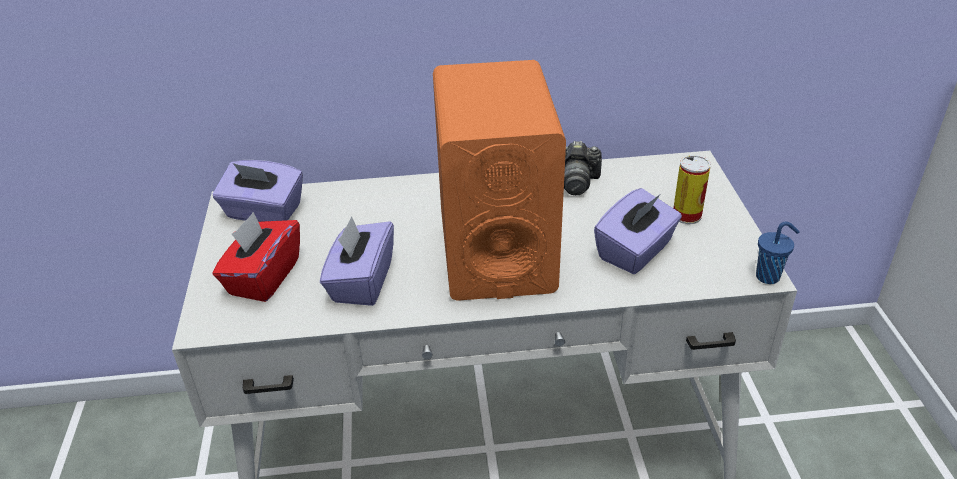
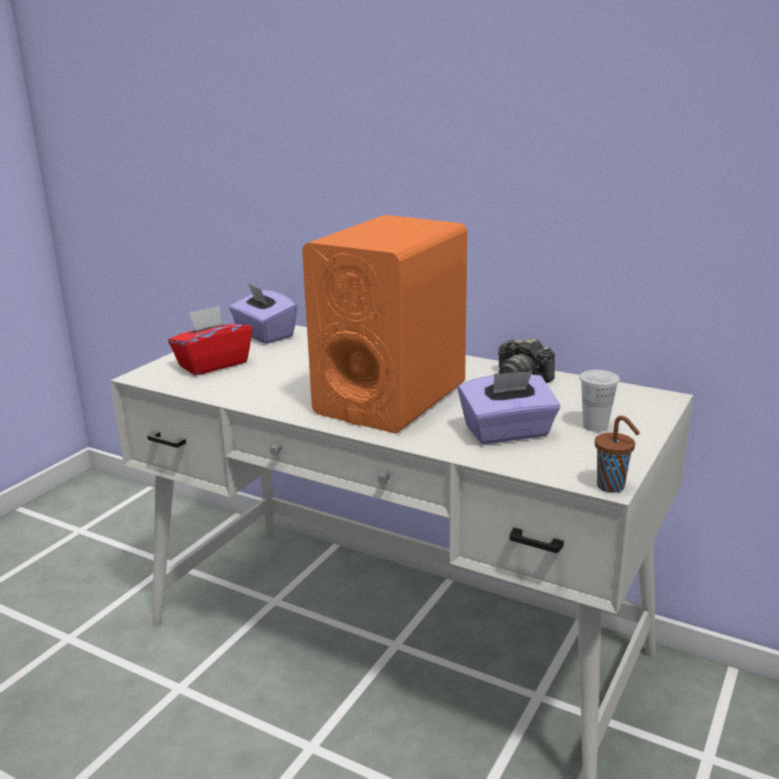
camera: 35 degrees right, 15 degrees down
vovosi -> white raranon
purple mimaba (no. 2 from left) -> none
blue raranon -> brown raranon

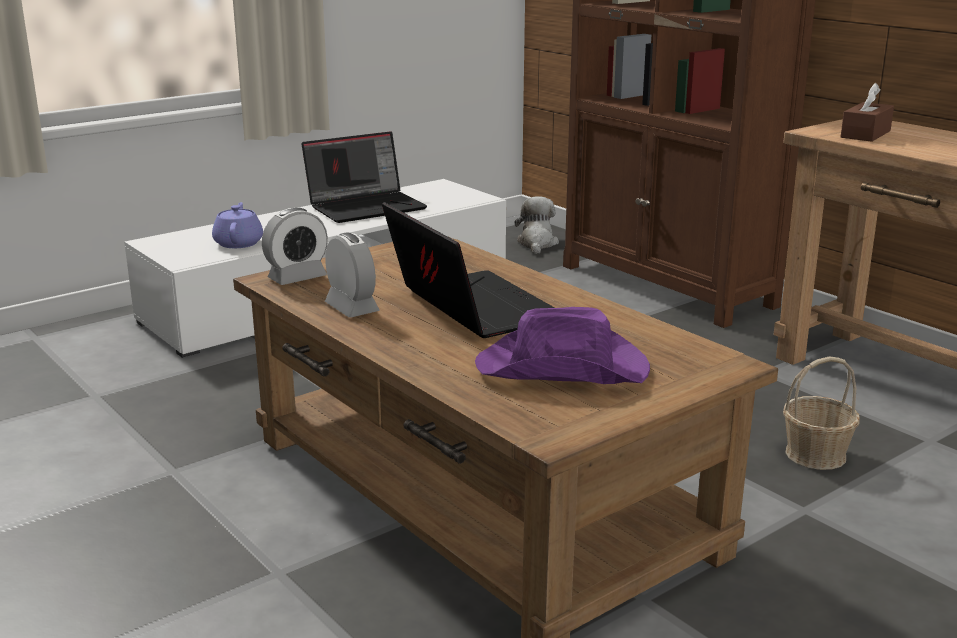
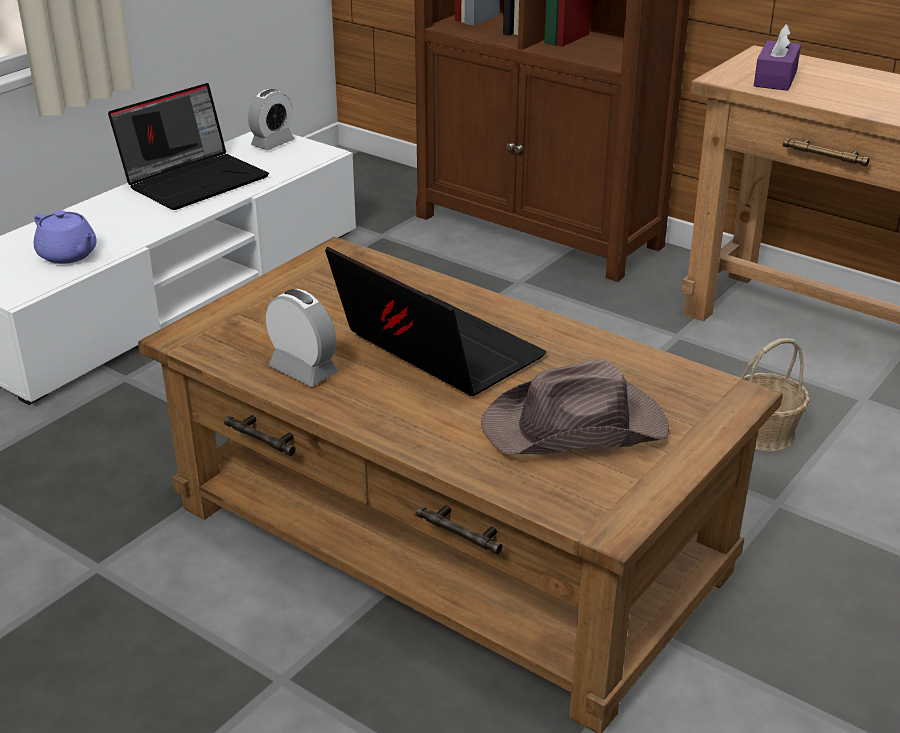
camera: 15 degrees left, 10 degrees up
brown mimaba -> purple mimaba
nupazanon -> none
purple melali, 150 degrees clockwise
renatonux (no. 1 from left), relocated
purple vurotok -> brown vurotok

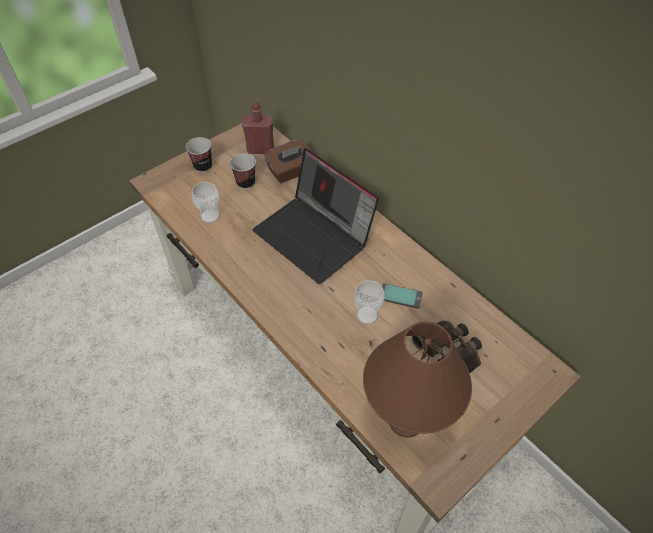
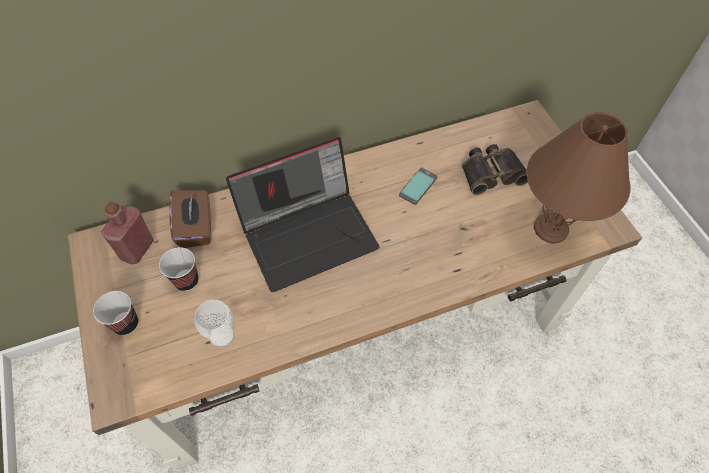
camera: 70 degrees left, 5 degrees up
raranon (no. 4 from left) -> none

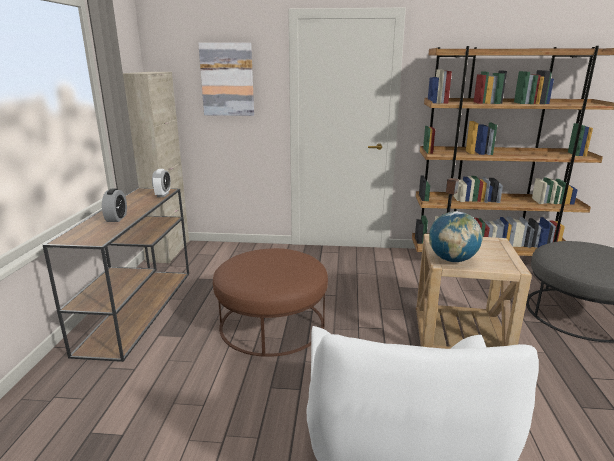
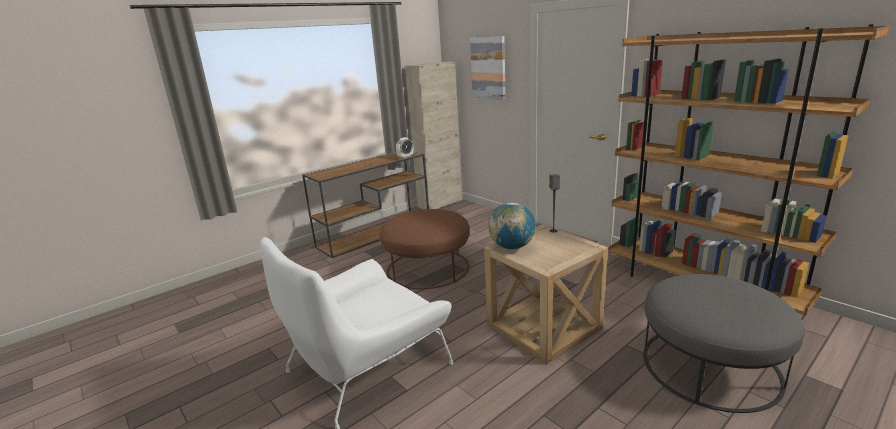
camera: 45 degrees right, 0 degrees up
renatonux (no. 1 from left) -> none

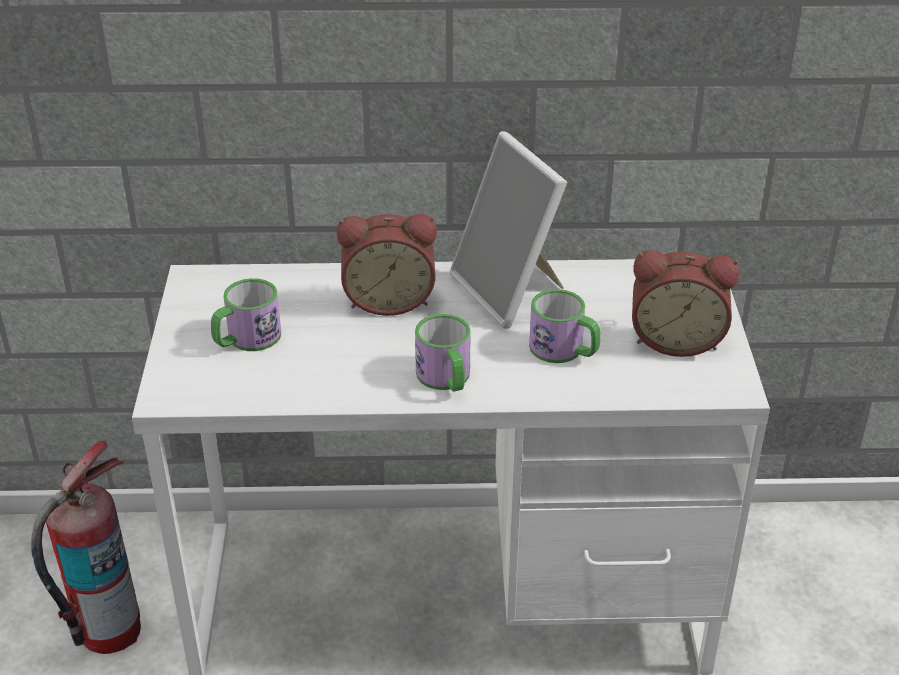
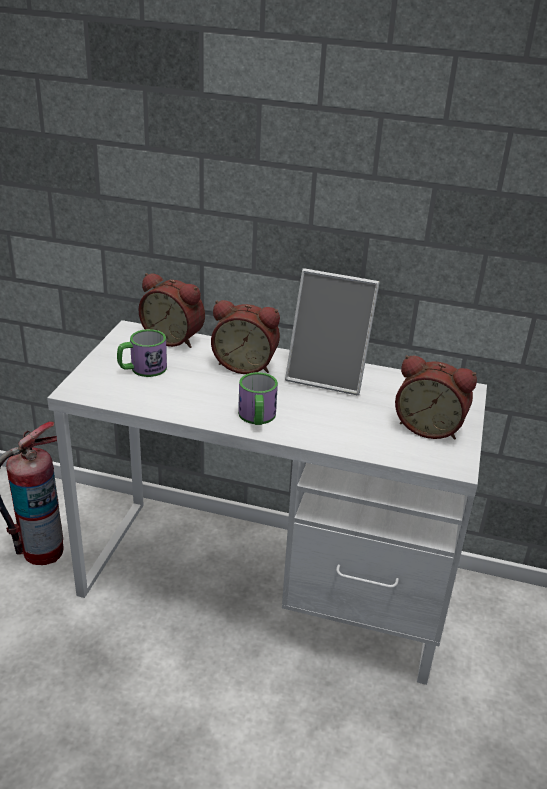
camera: 15 degrees right, 5 degrees down
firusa, 60 degrees counterclockwise
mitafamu (no. 3 from left) -> none
none -> renatonux (no. 1 from left)

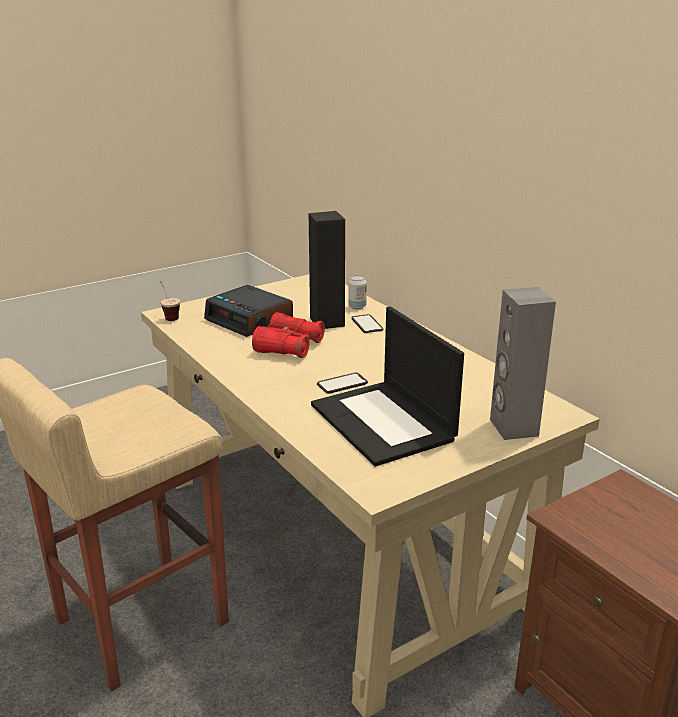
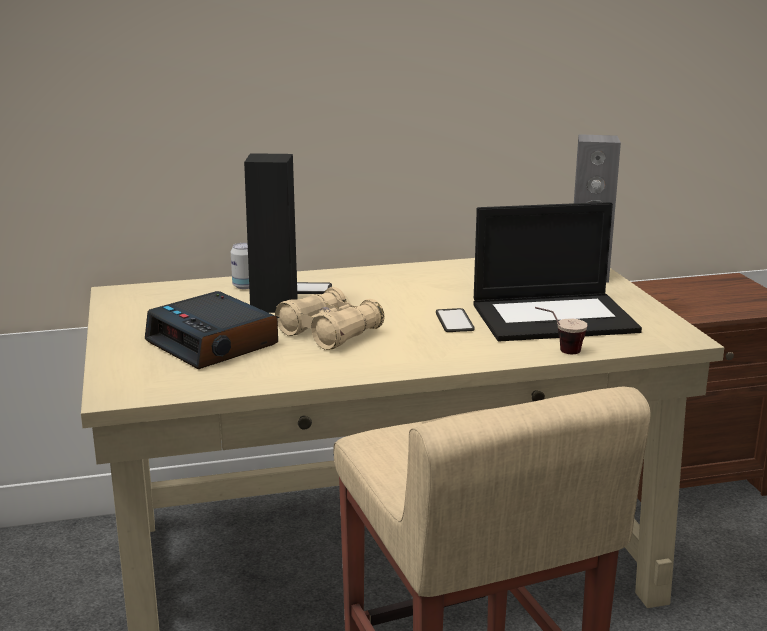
camera: 70 degrees left, 5 degrees down
raranon, relocated
renatonux, 75 degrees clockwise
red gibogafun -> beige gibogafun

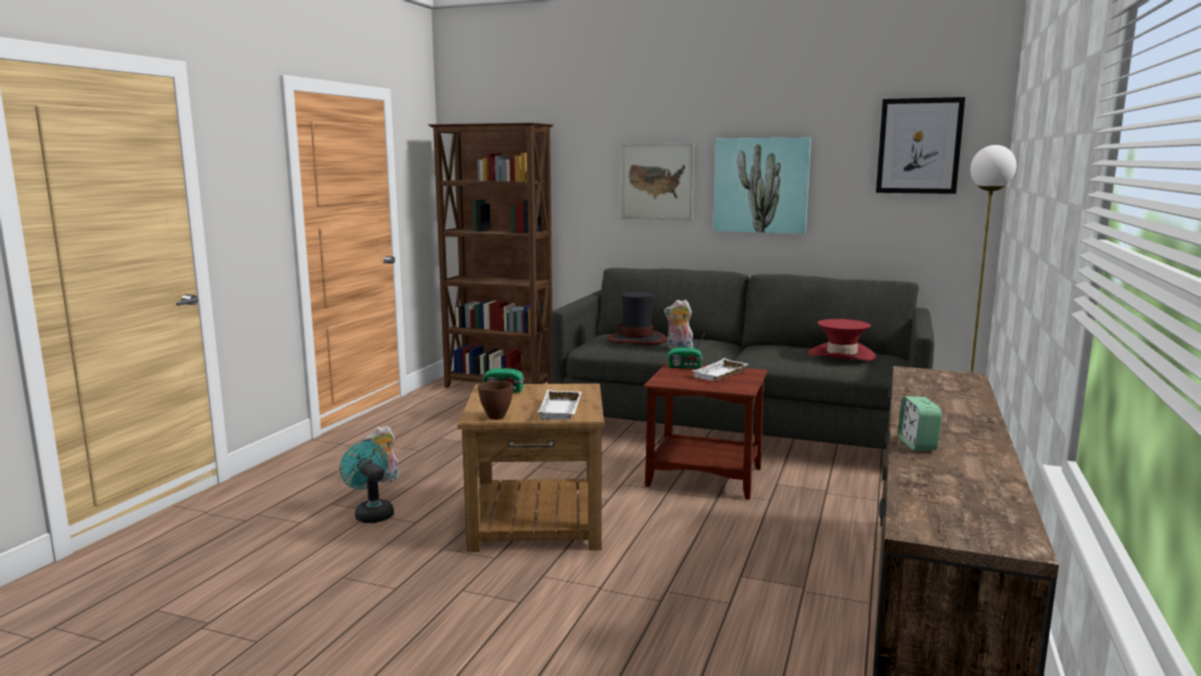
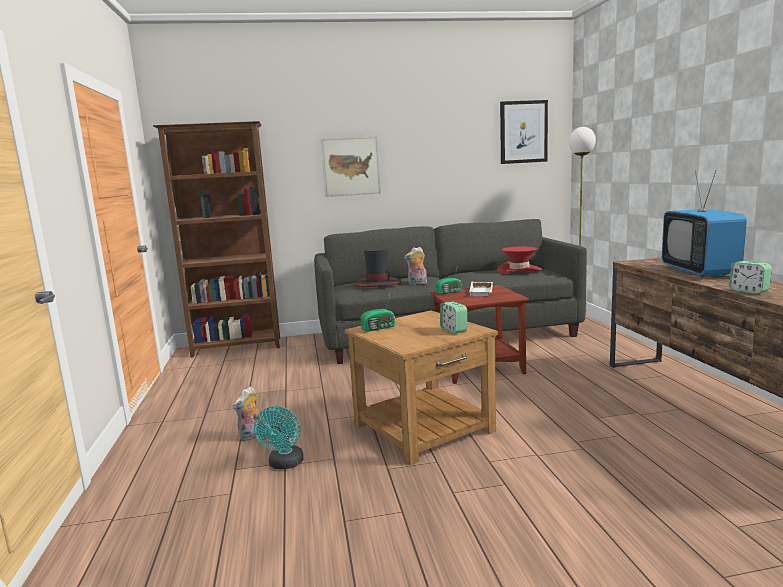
camera: 30 degrees left, 0 degrees up
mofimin (no. 2 from left) -> none
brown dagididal -> none
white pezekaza (no. 1 from left) -> renatonux (no. 1 from left)
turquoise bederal, 105 degrees counterclockwise
none -> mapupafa

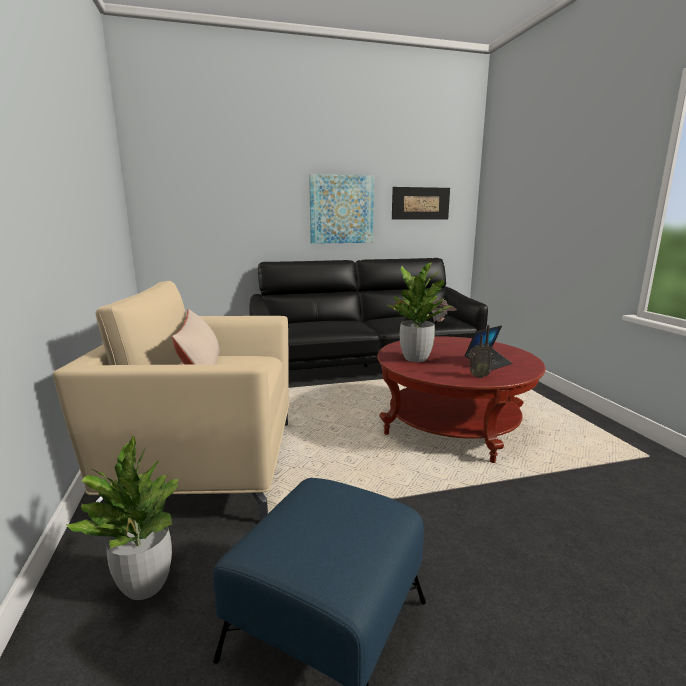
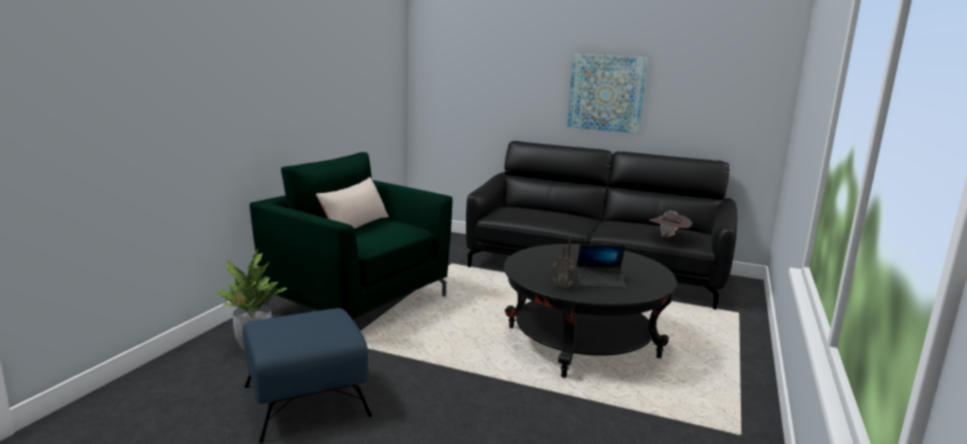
camera: 35 degrees right, 0 degrees up
mofimin (no. 2 from left) -> none
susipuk (no. 2 from left) -> none
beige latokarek -> green latokarek
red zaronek -> black zaronek

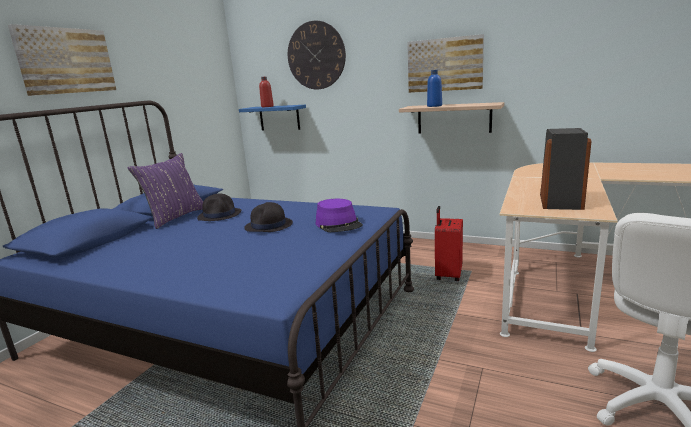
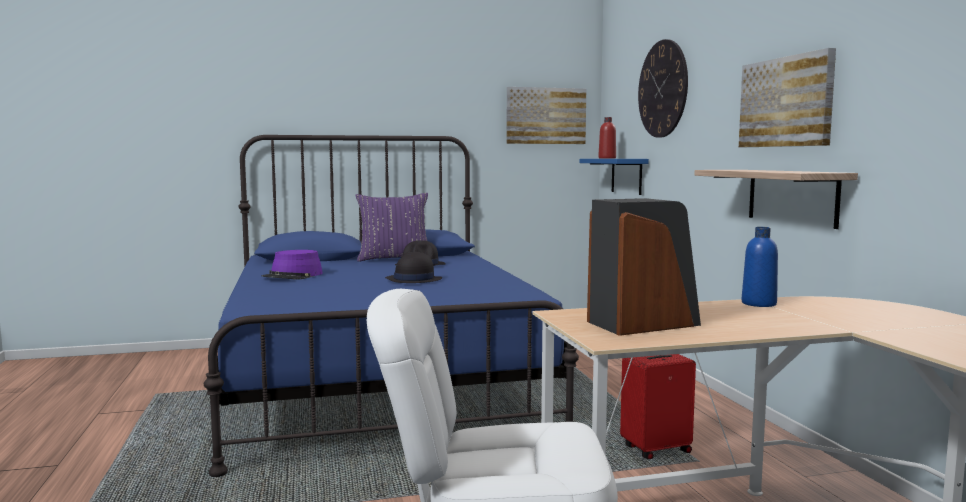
camera: 50 degrees right, 10 degrees down
mofimin (no. 1 from left), relocated
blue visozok, relocated
purple vurotok, relocated

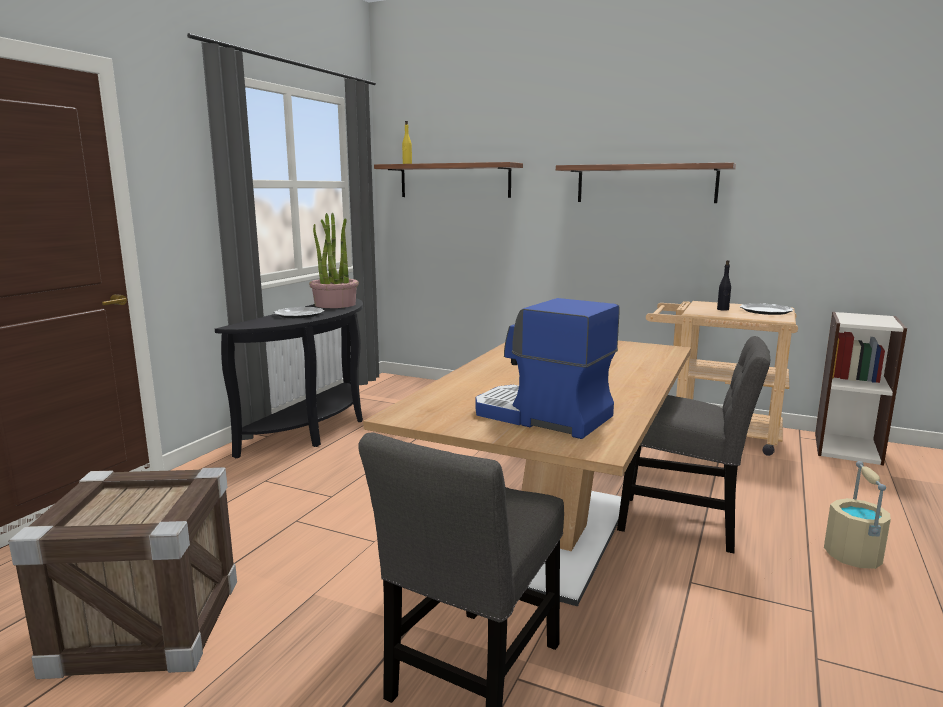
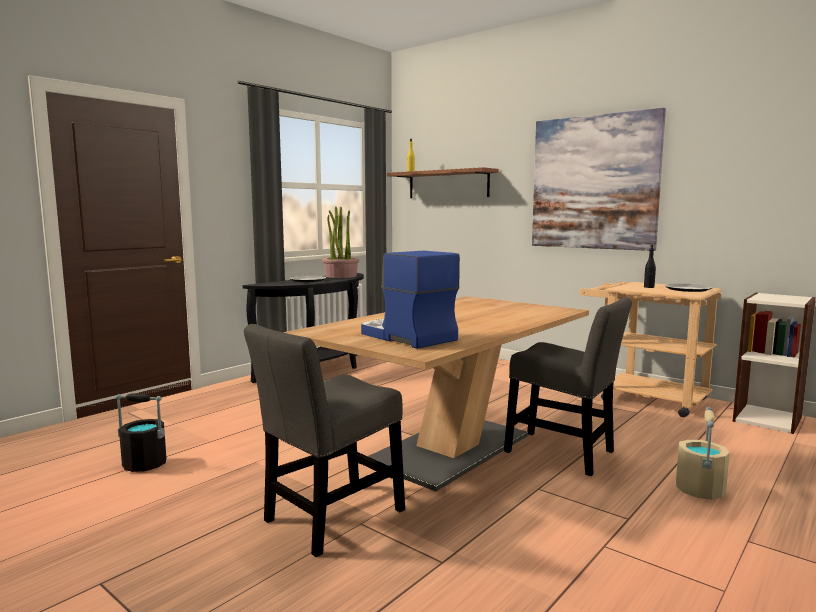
camera: 15 degrees right, 5 degrees down
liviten (no. 2 from left) -> mofimin
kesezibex -> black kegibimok

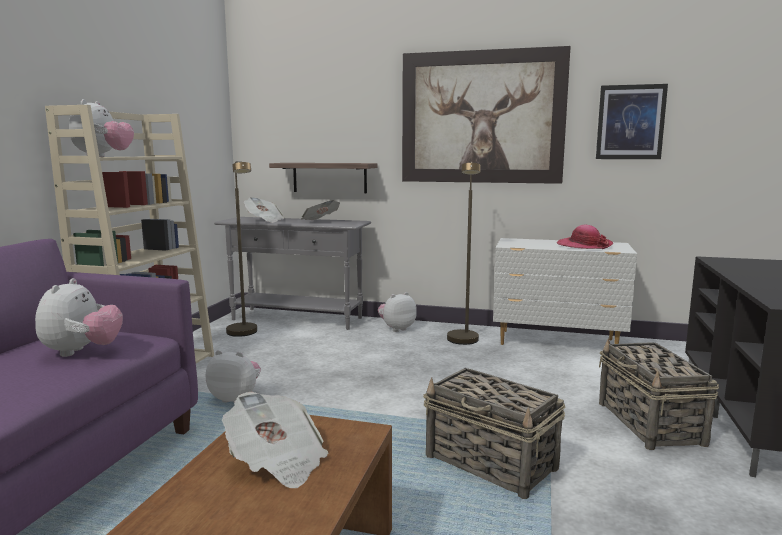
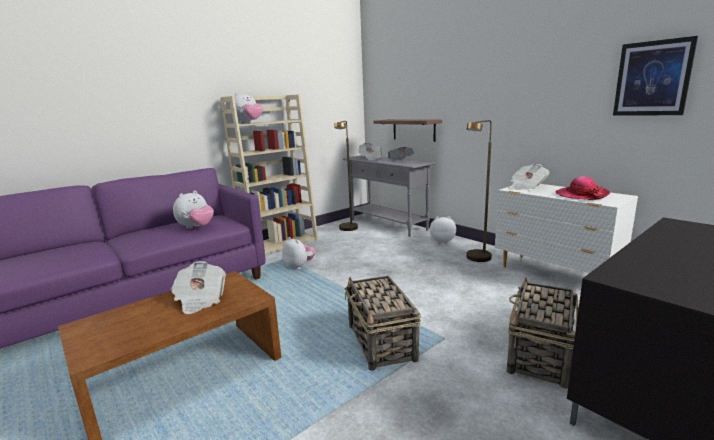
camera: 35 degrees right, 5 degrees up
mofimin (no. 1 from left) -> none
none -> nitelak (no. 4 from left)

